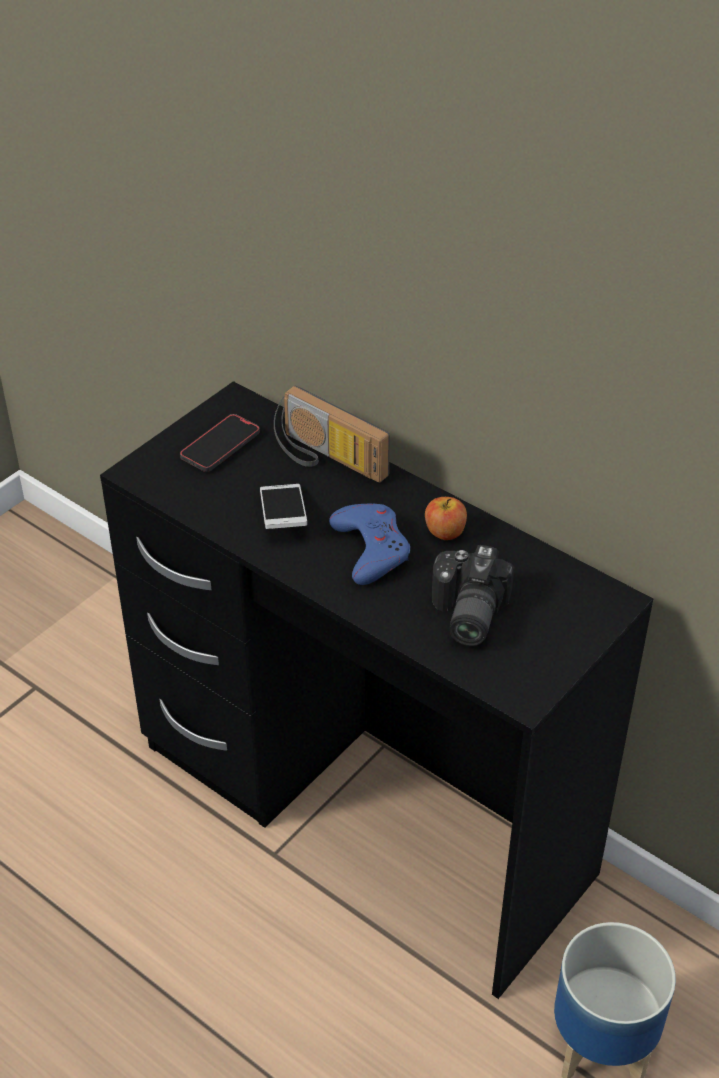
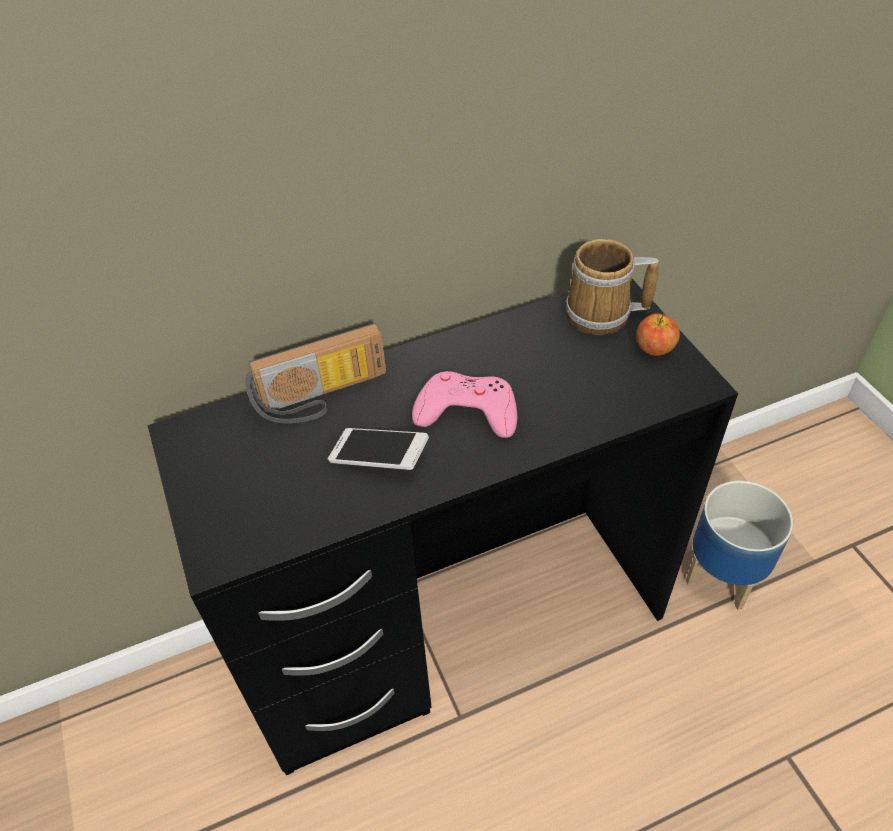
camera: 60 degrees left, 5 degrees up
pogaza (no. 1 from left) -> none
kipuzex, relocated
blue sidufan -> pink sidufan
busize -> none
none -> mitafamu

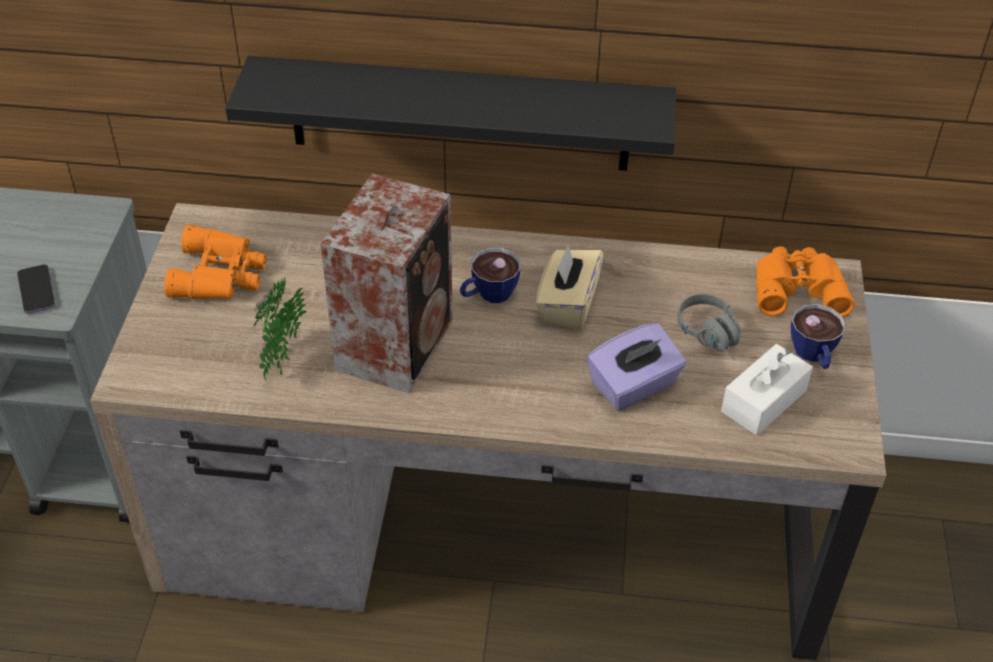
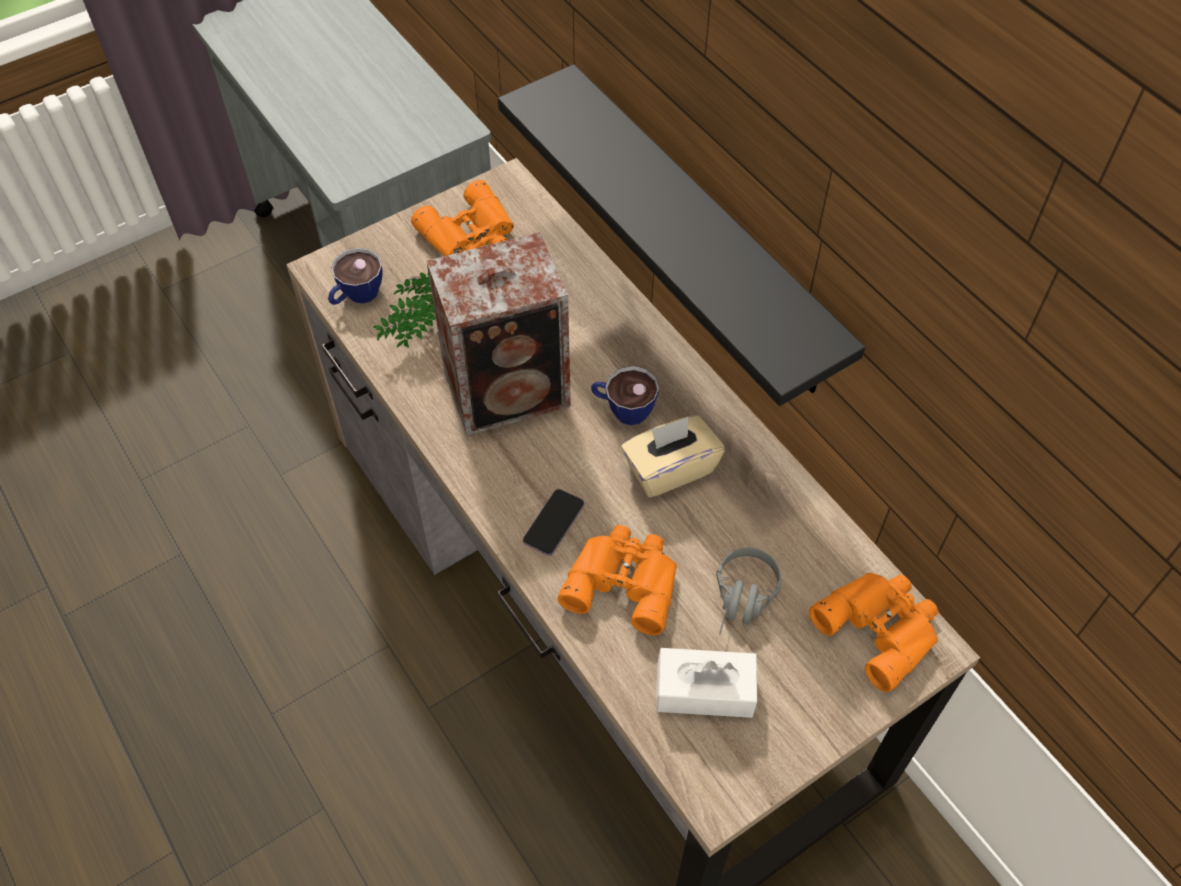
camera: 50 degrees right, 10 degrees up
pogaza, relocated
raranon (no. 2 from left in the first image) -> raranon (no. 1 from left), relocated
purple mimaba -> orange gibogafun (no. 2 from left)

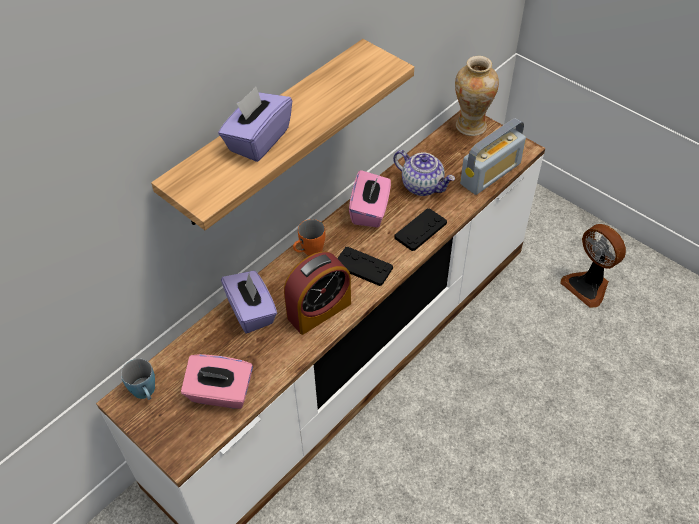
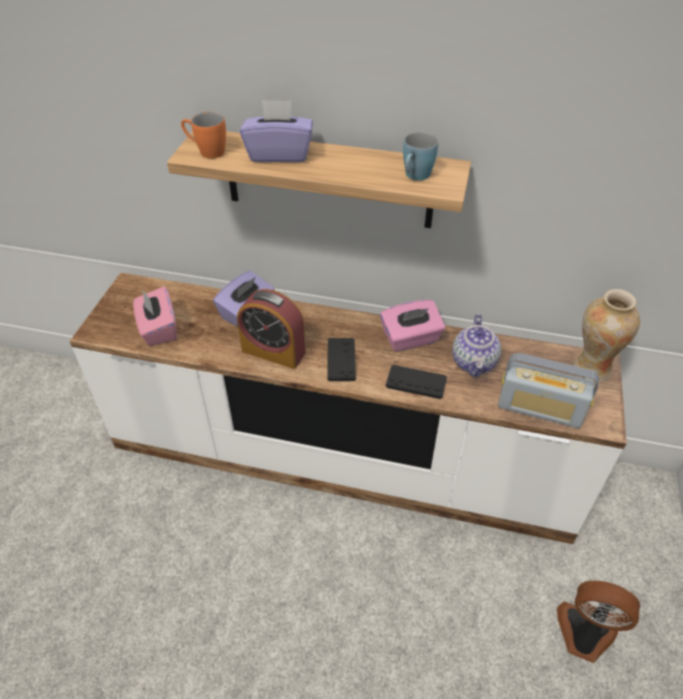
camera: 60 degrees right, 5 degrees down
orange mitafamu, relocated
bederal, 90 degrees clockwise
blue mitafamu, relocated

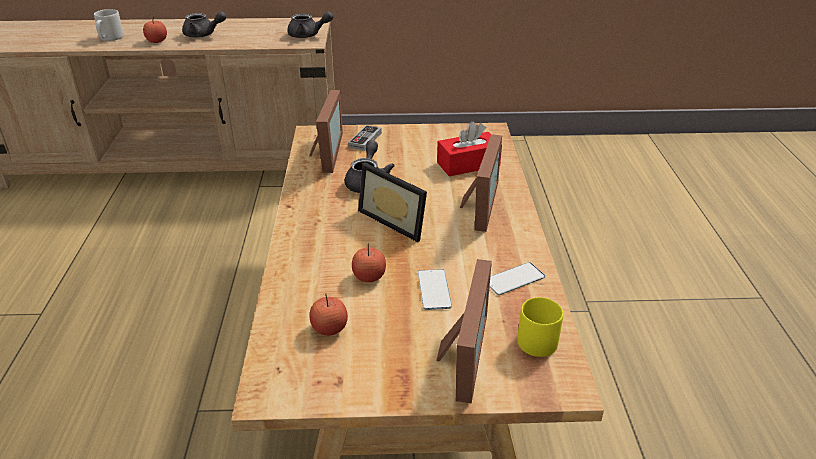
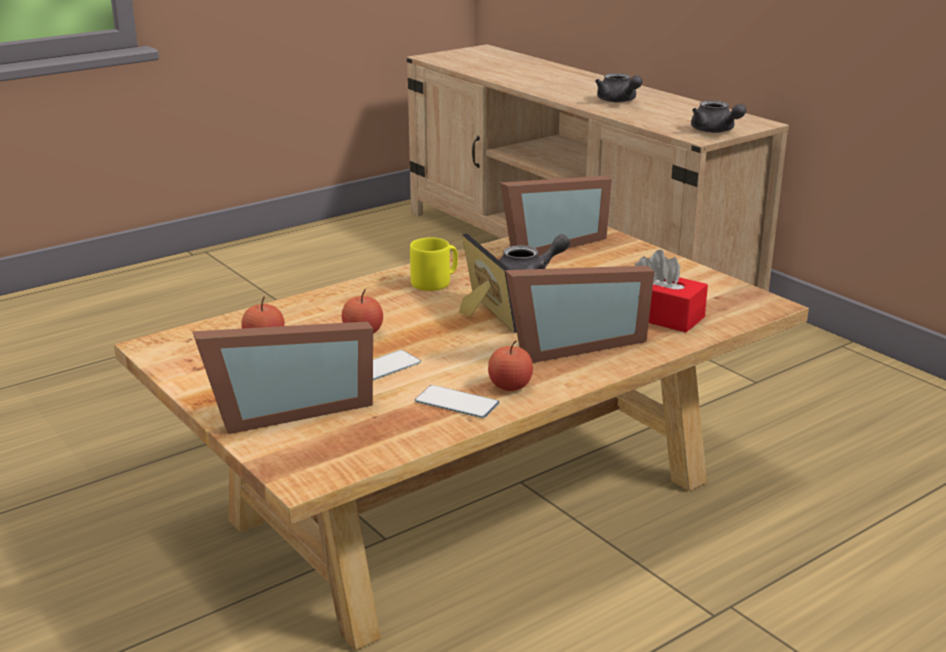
camera: 55 degrees right, 10 degrees down
grey mitafamu -> none
kipuzex (no. 1 from left in the first image) -> kipuzex (no. 3 from left), relocated
sidufan -> none
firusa (no. 2 from left), 150 degrees clockwise
yellow mitafamu, relocated

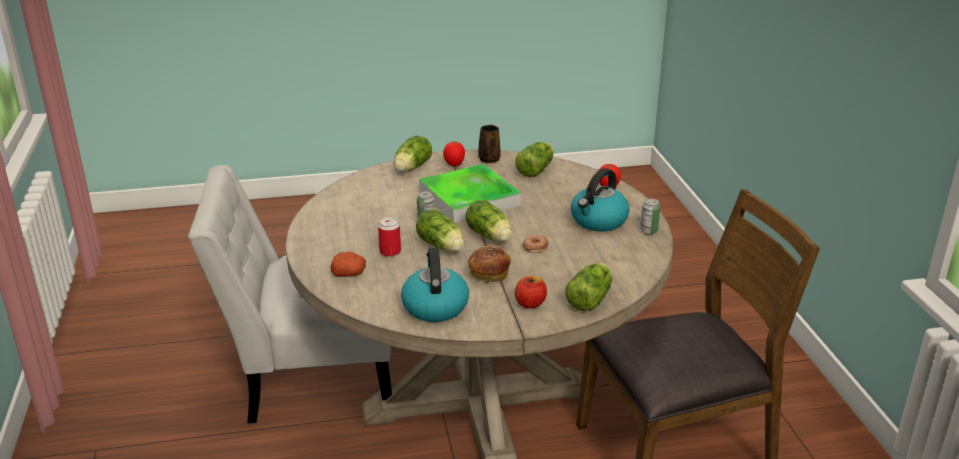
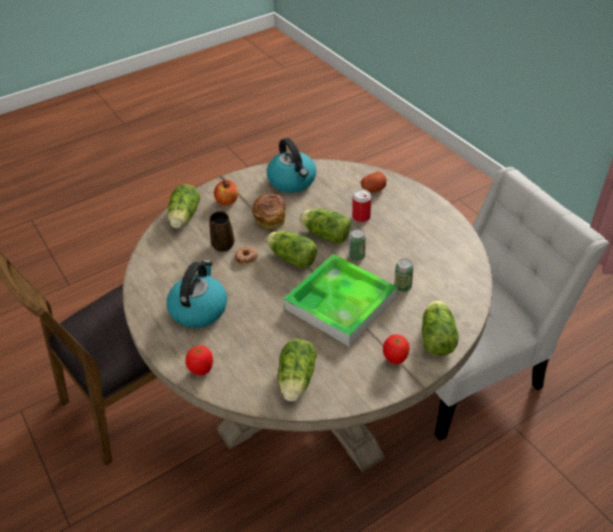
camera: 160 degrees right, 15 degrees up
brown mitafamu, relocated
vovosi (no. 3 from left), relocated

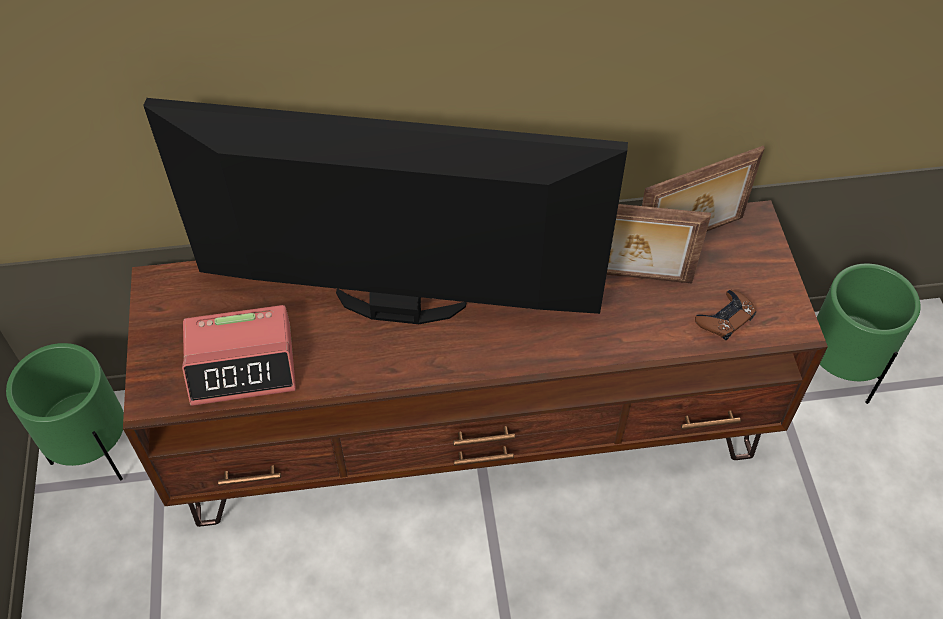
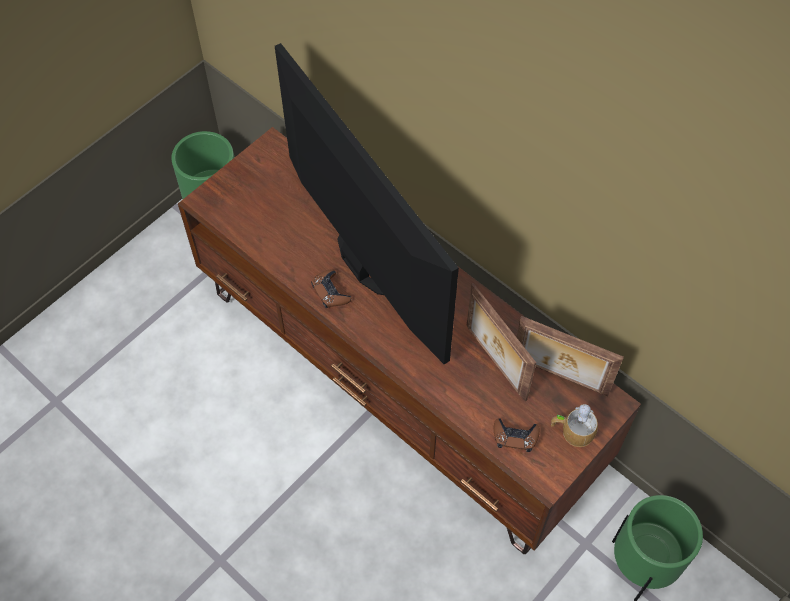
camera: 50 degrees right, 5 degrees up
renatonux -> none
none -> brown sidufan (no. 1 from left)
none -> mitafamu

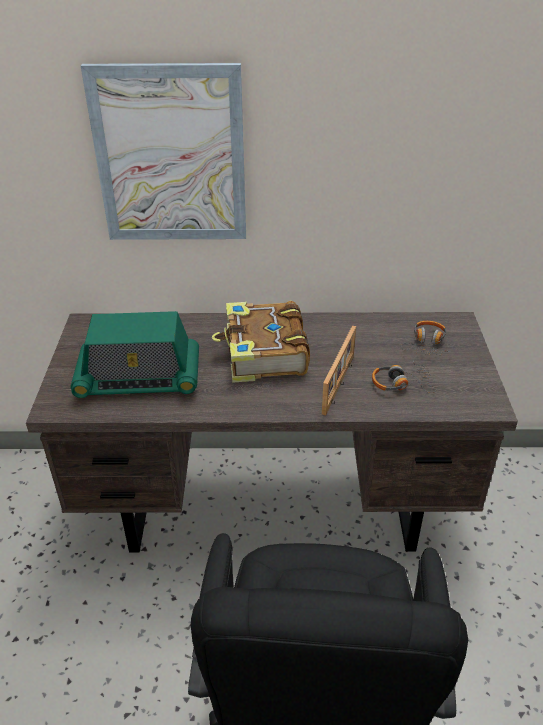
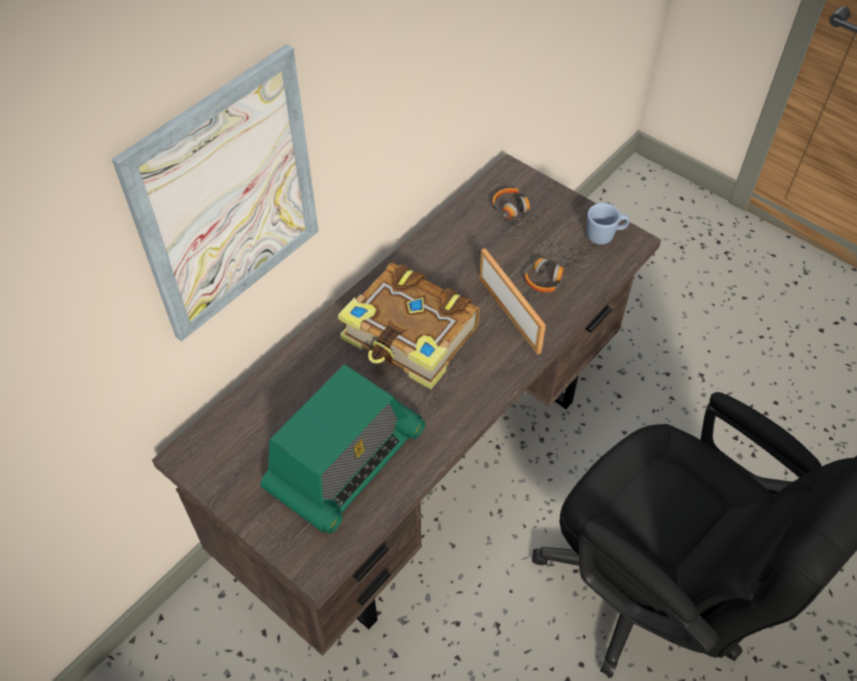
camera: 50 degrees left, 15 degrees up
none -> blue mitafamu

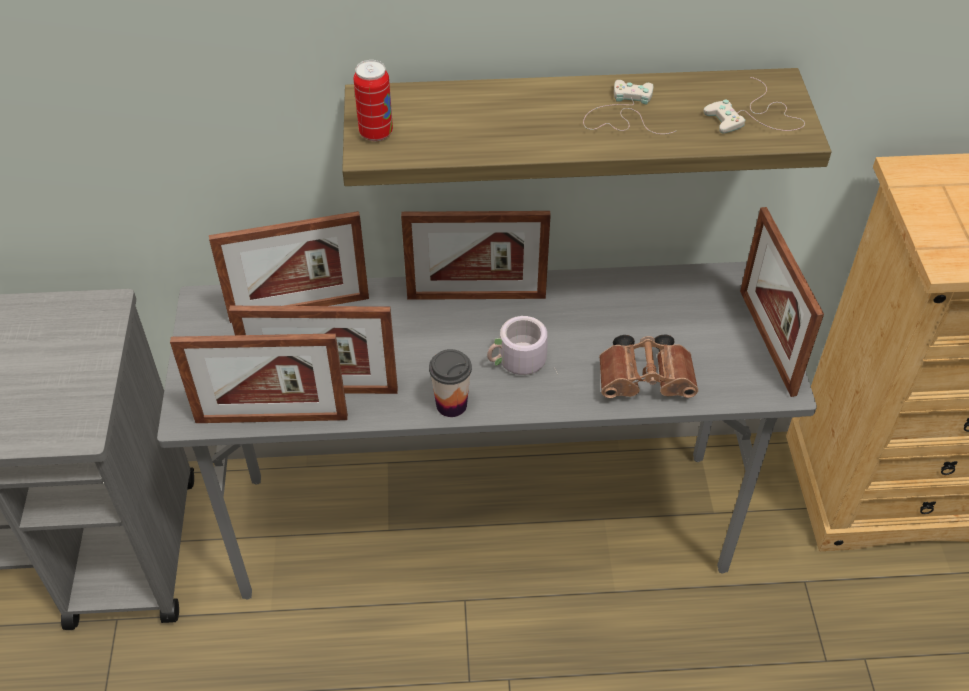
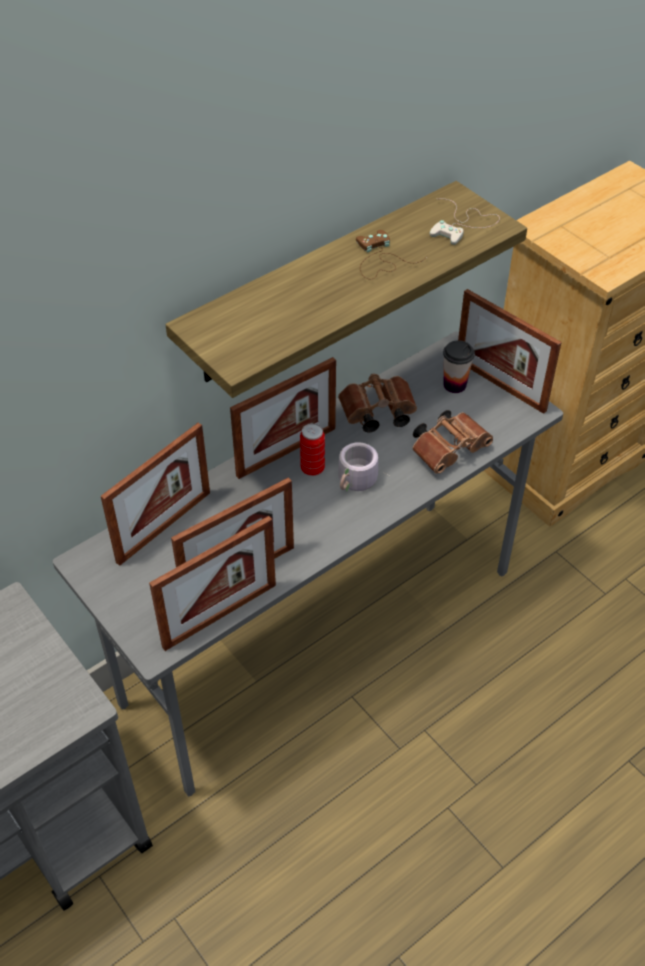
camera: 35 degrees left, 0 degrees up
vovosi, relocated
white sidufan (no. 1 from left) -> brown sidufan
raranon, relocated
none -> brown gibogafun (no. 1 from left)

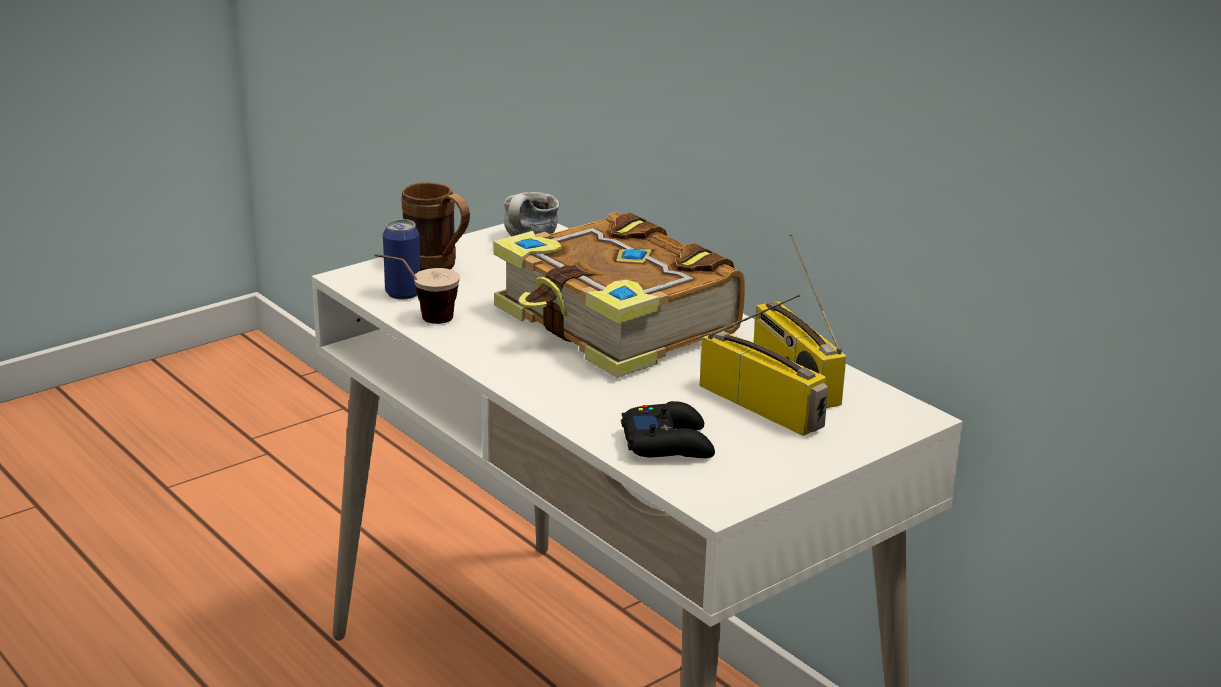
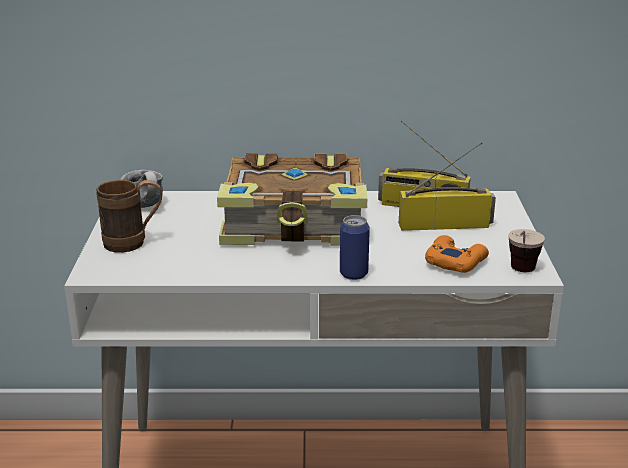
camera: 50 degrees left, 0 degrees up
vovosi, relocated
raranon, relocated
black sidufan -> orange sidufan

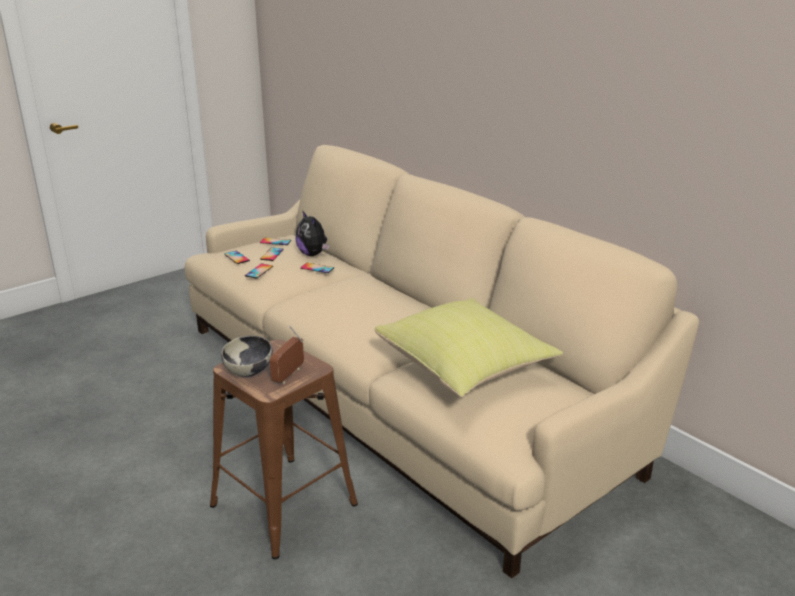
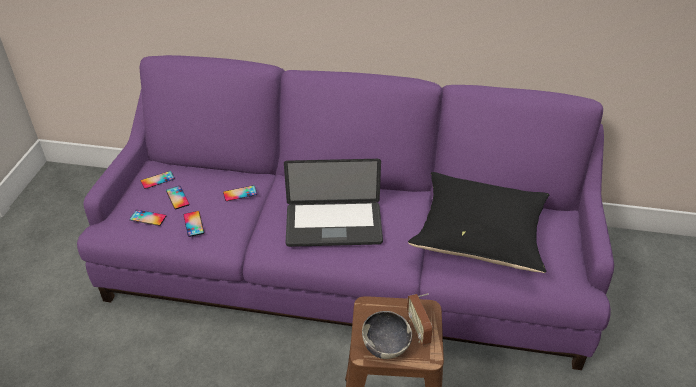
camera: 40 degrees left, 15 degrees up
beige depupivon -> purple depupivon
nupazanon -> none
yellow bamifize -> black bamifize
none -> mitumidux

